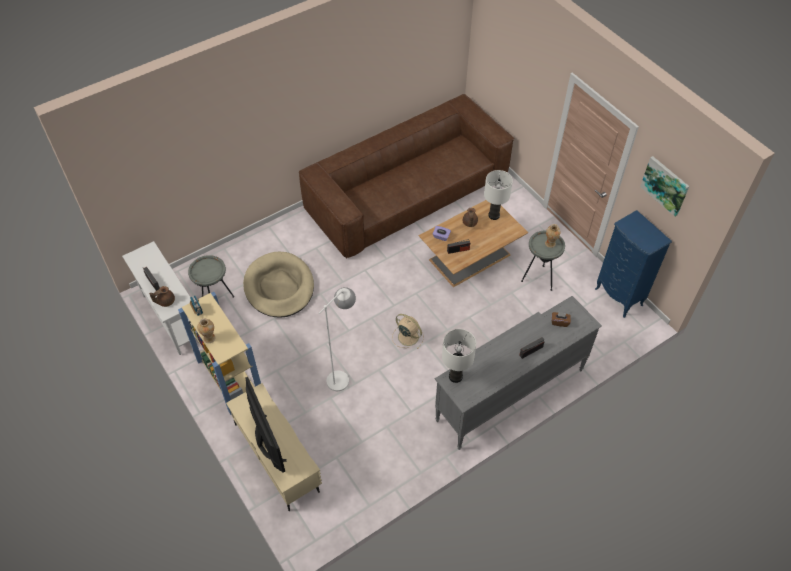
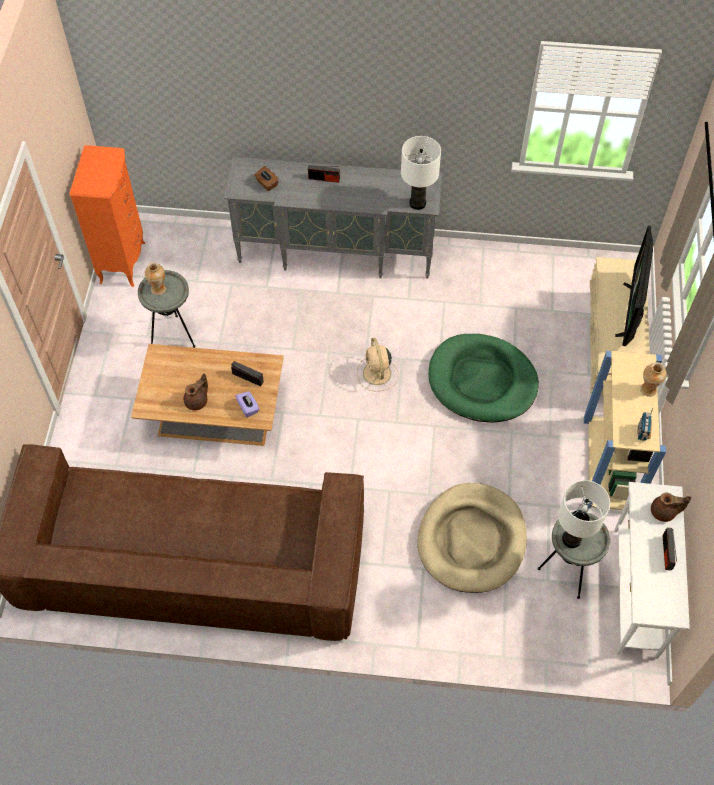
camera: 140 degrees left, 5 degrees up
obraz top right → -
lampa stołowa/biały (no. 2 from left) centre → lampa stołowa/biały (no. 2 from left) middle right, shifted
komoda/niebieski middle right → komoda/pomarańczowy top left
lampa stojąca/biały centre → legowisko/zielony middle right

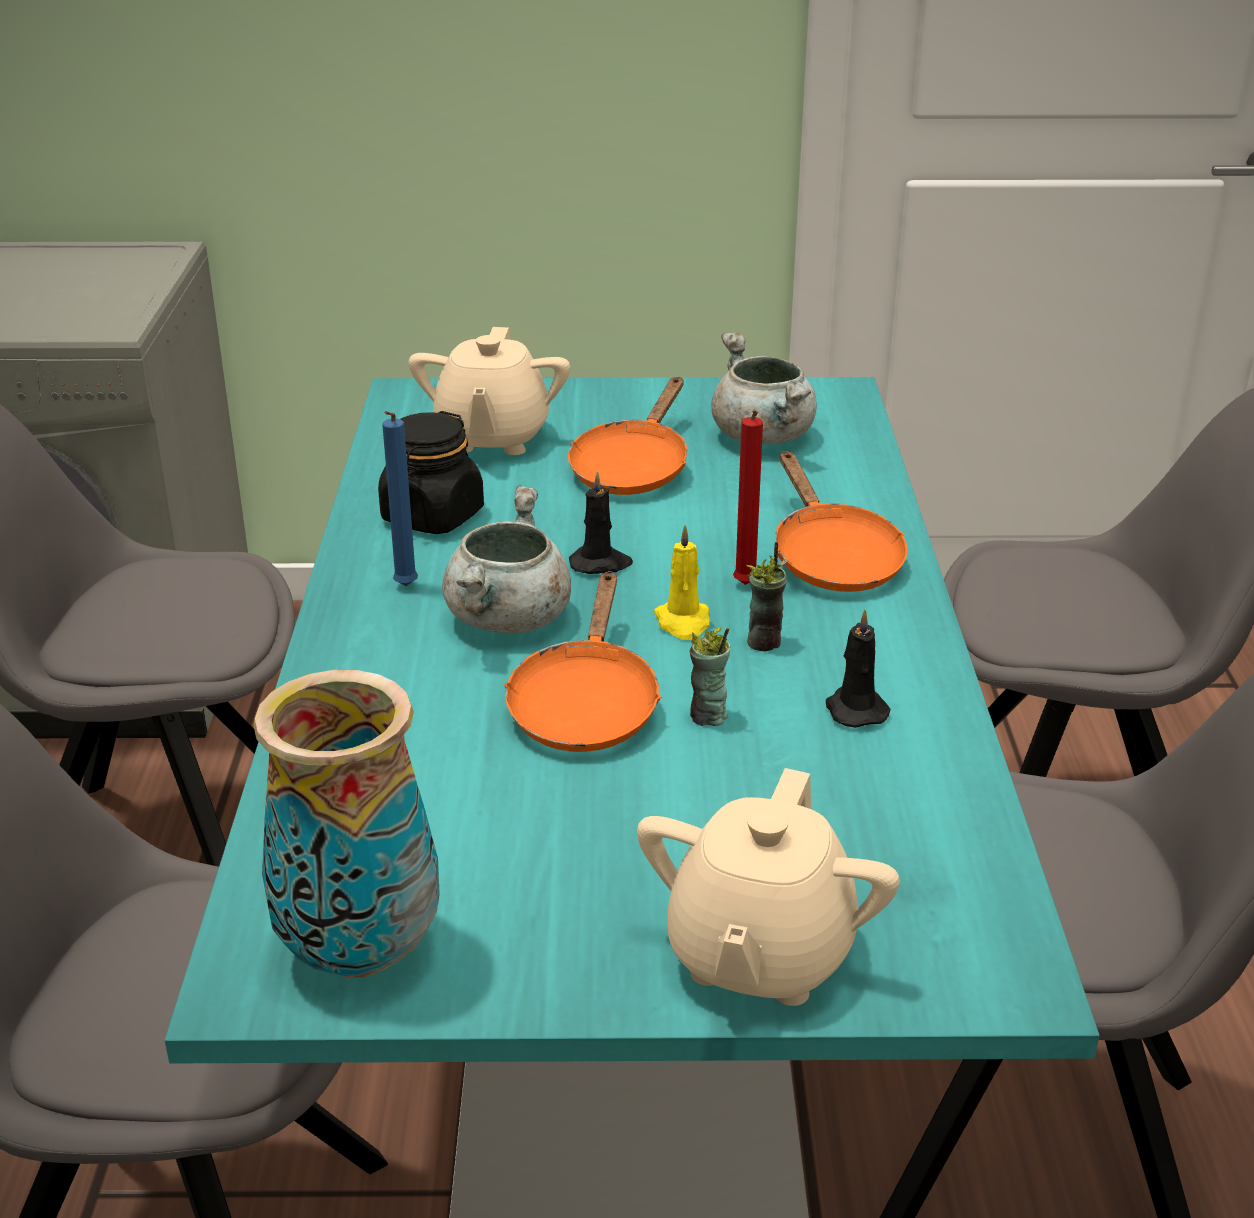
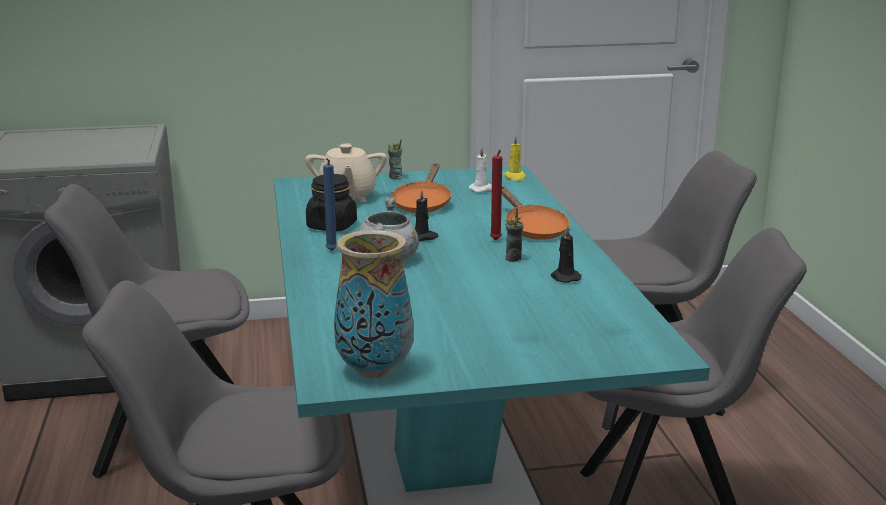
camera: 10 degrees left, 10 degrees down
garnek/szary (no. 2 from left) top centre → świeca/biały centre
świeca/żółty centre → świeca/żółty top centre, shifted
patelnia/pomarańczowy (no. 1 from left) centre → -
filiżanka (no. 1 from left) centre → filiżanka (no. 1 from left) top centre, shifted
imbryk/beżowy (no. 2 from left) bottom centre → -

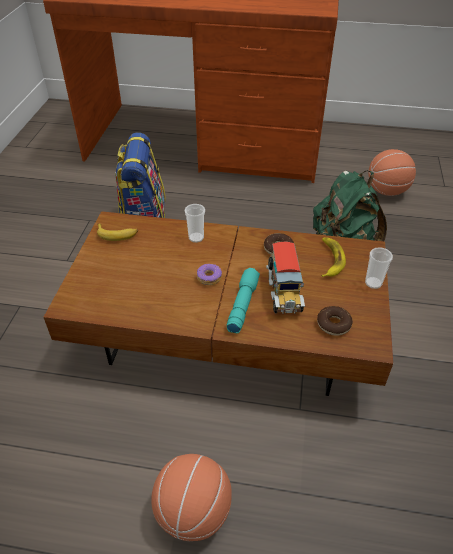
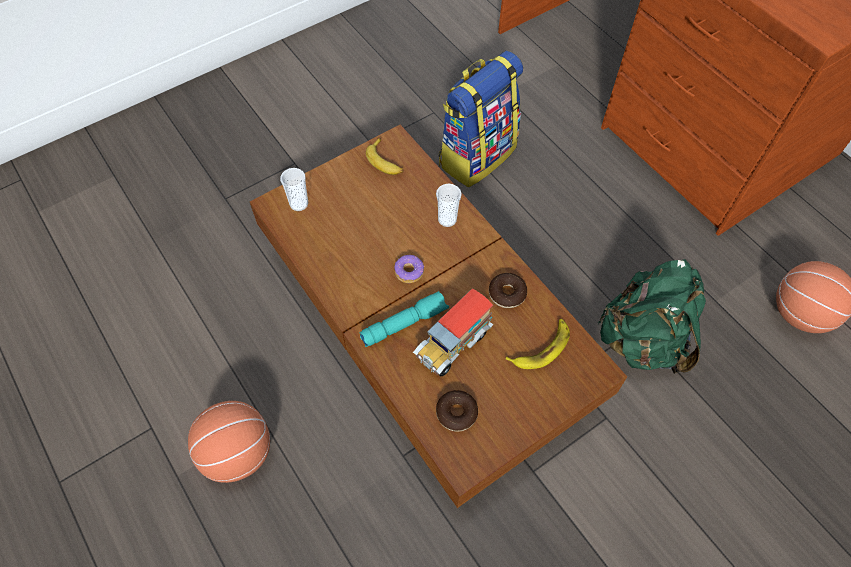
camera: 45 degrees right, 15 degrees up
filiżanka (no. 2 from left in the first image) middle right → filiżanka (no. 1 from left) centre, shifted

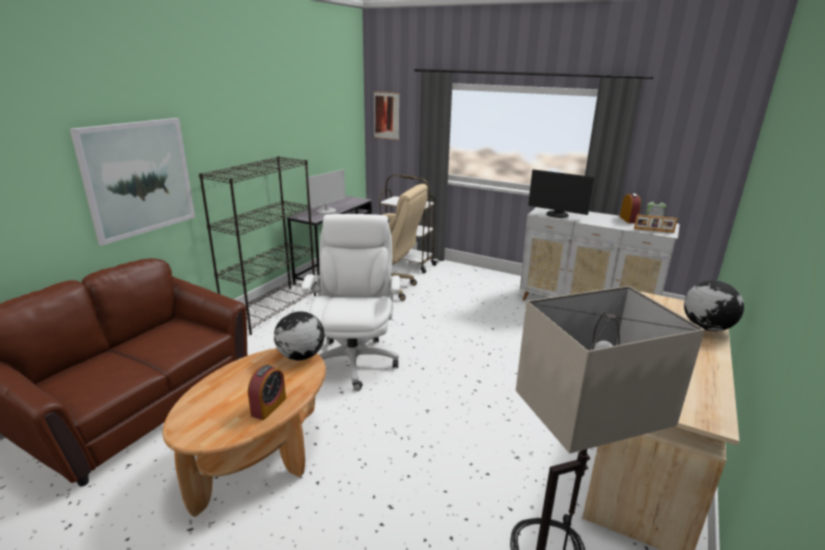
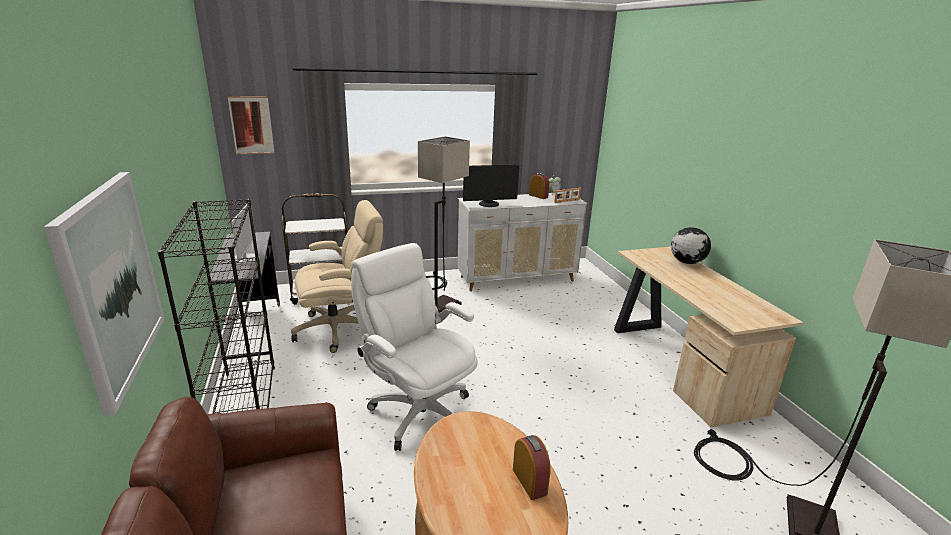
camera: 45 degrees left, 0 degrees up
globus (no. 1 from left) centre → -
- → lampa stojąca (no. 1 from left) centre

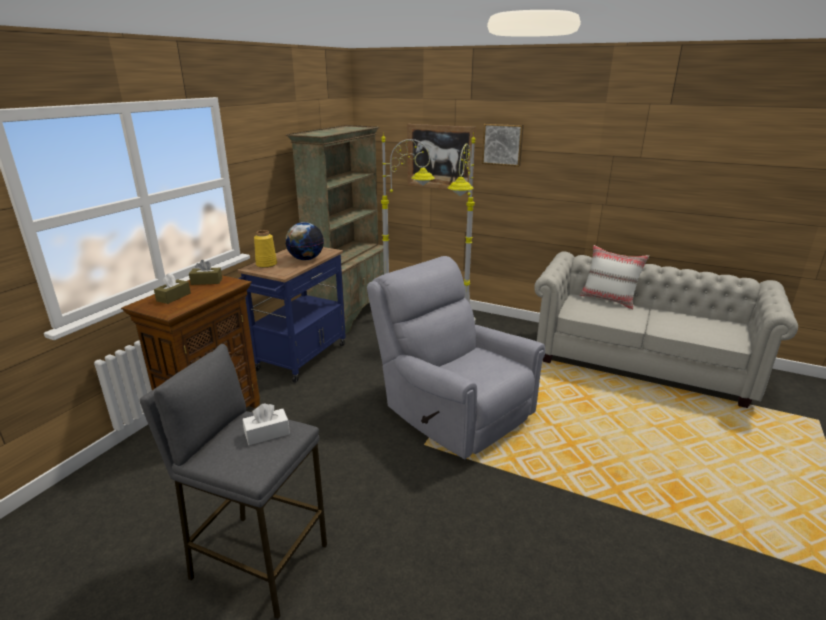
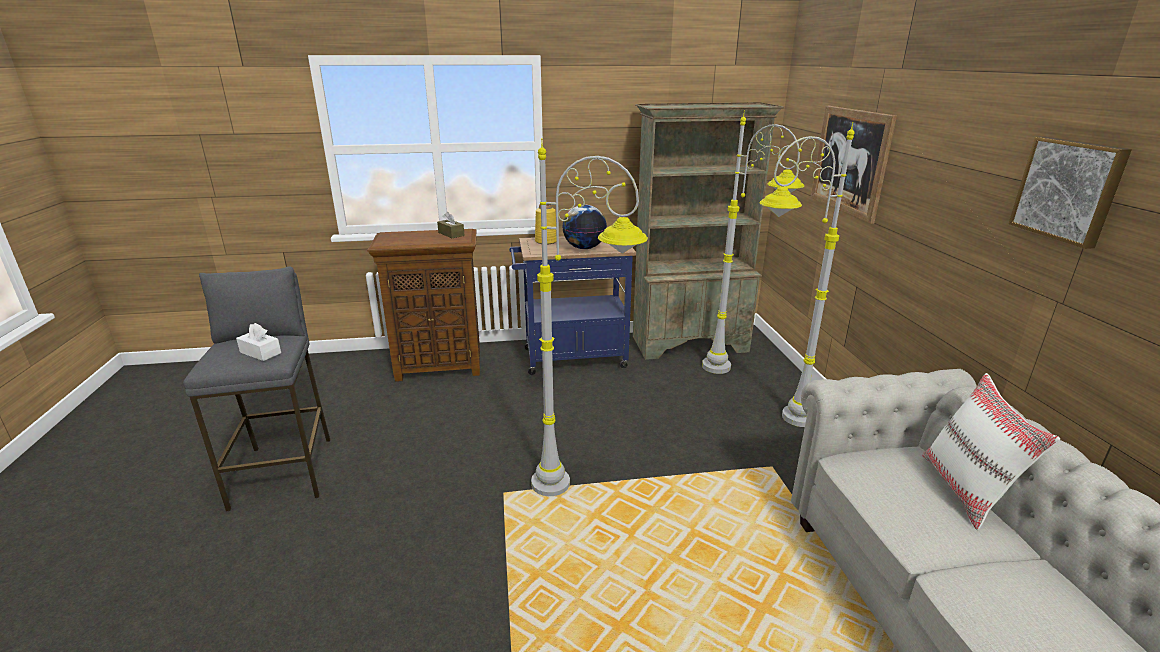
camera: 55 degrees right, 0 degrees up
obraz (no. 2 from left) top centre → obraz (no. 2 from left) top right, shifted
fotel/szary centre → lampa stojąca/szary (no. 1 from left) centre
pudełko chusteczek/brązowy (no. 1 from left) middle left → -

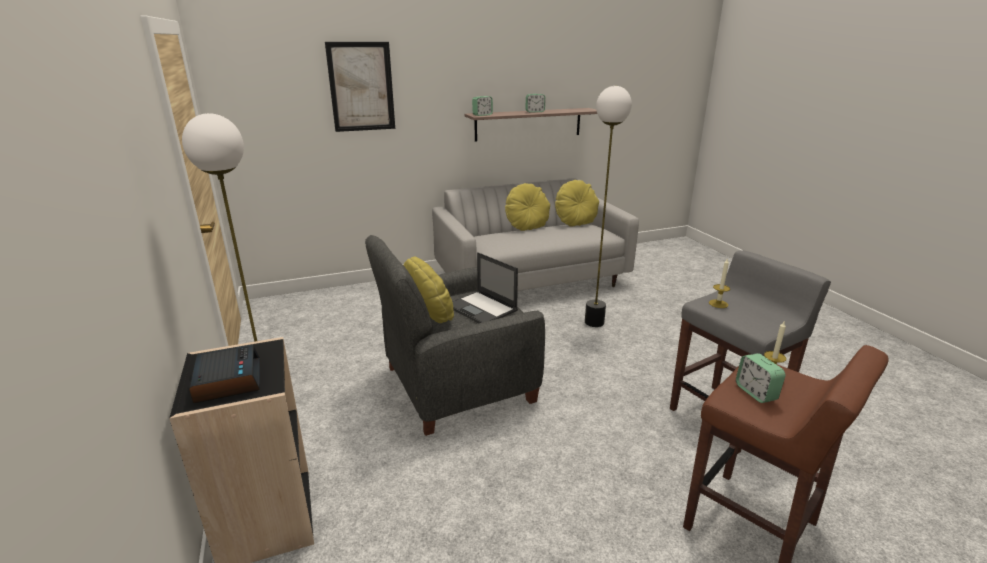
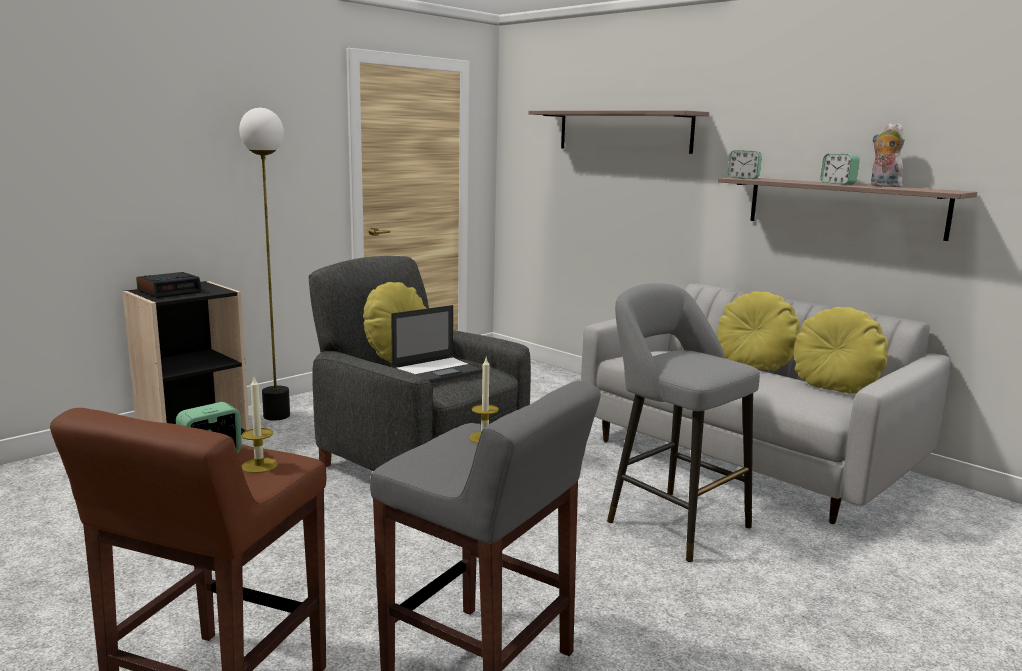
camera: 65 degrees right, 10 degrees down
obraz top centre → półka (no. 1 from left) top centre
lampa stojąca (no. 2 from left) centre → stołek/szary (no. 2 from left) middle right
laptop centre, 150 degrees counterclockwise
- → pluszak top right

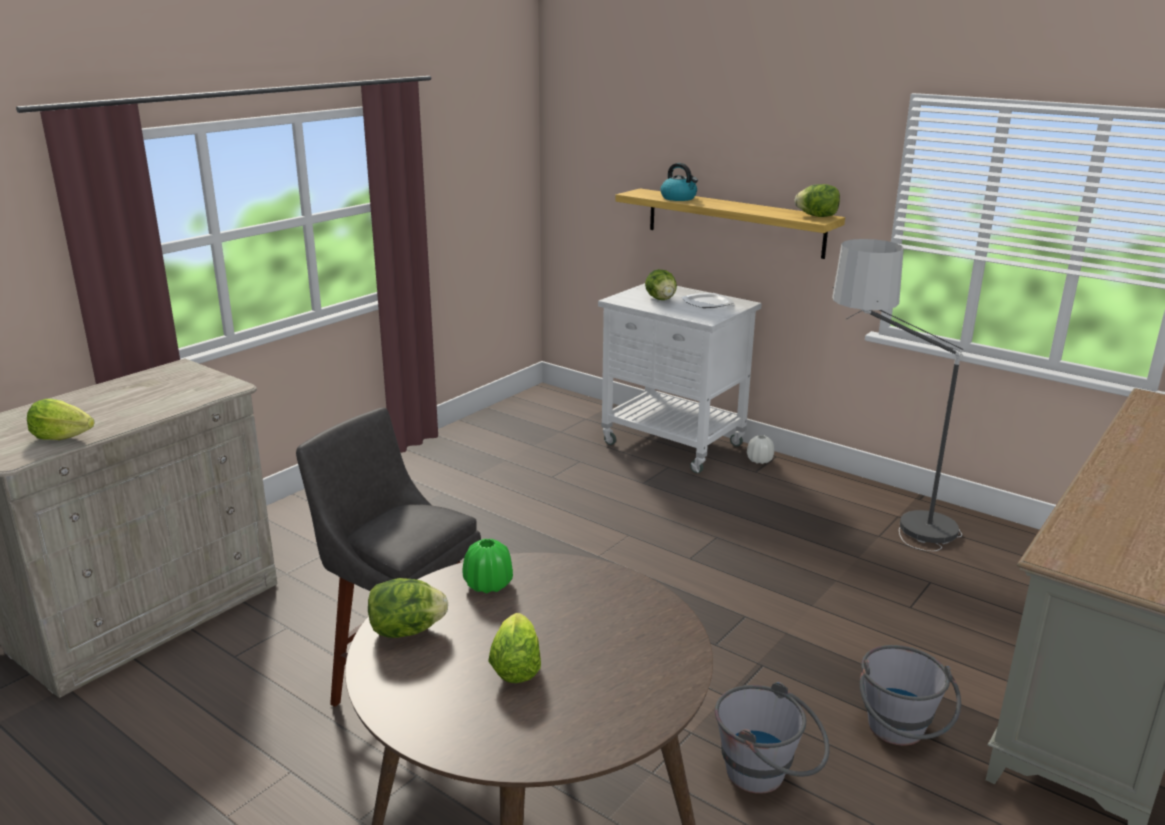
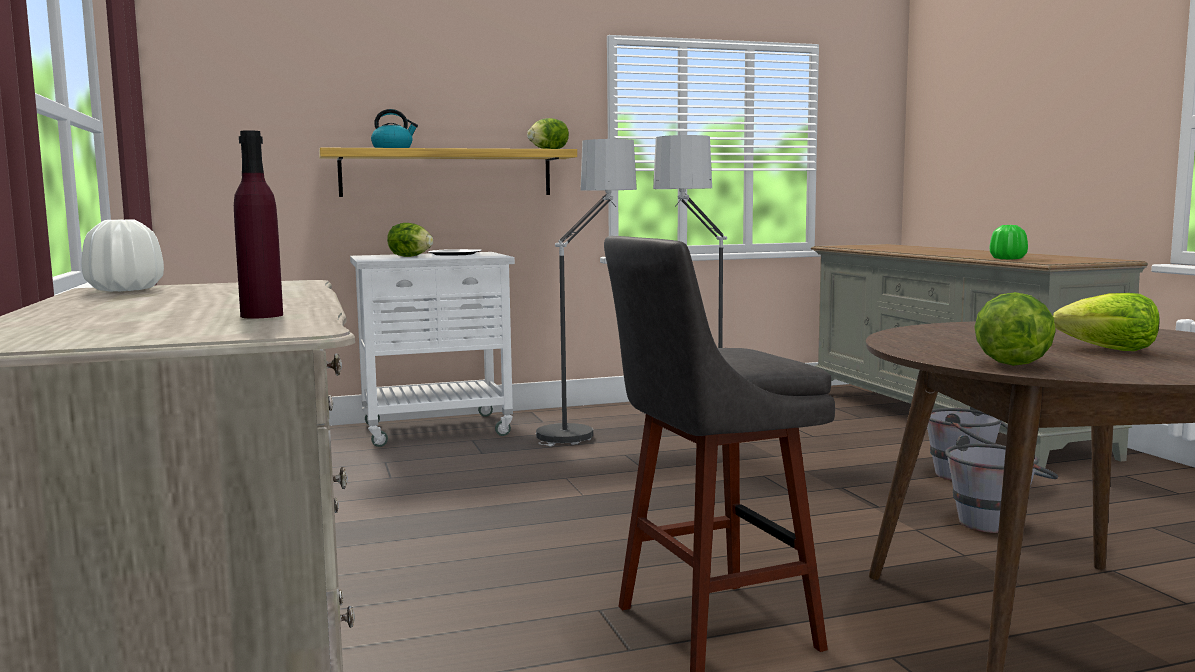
camera: 55 degrees left, 15 degrees down
sałata (no. 1 from left) middle left → butelka/fioletowy middle left
wazon/biały centre → wazon/biały middle left, shifted
wazon/zielony bottom centre → wazon/zielony middle right, shifted
- → lampa stojąca (no. 1 from left) centre

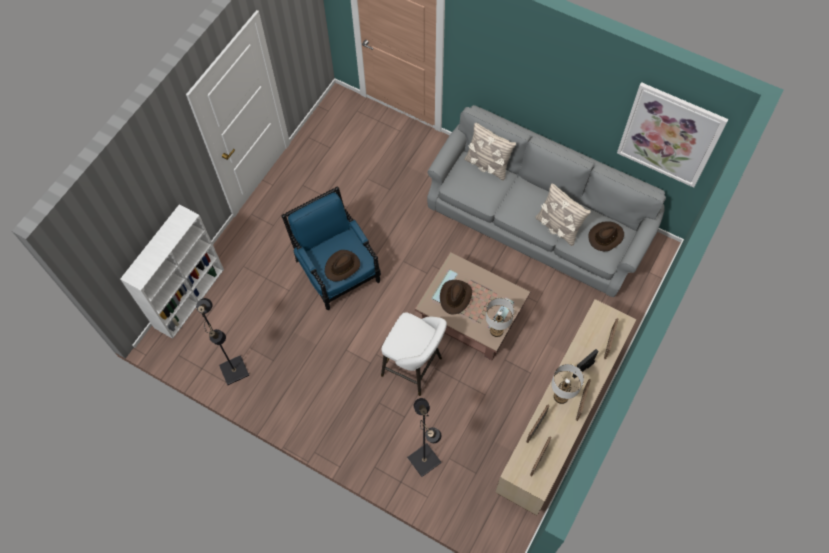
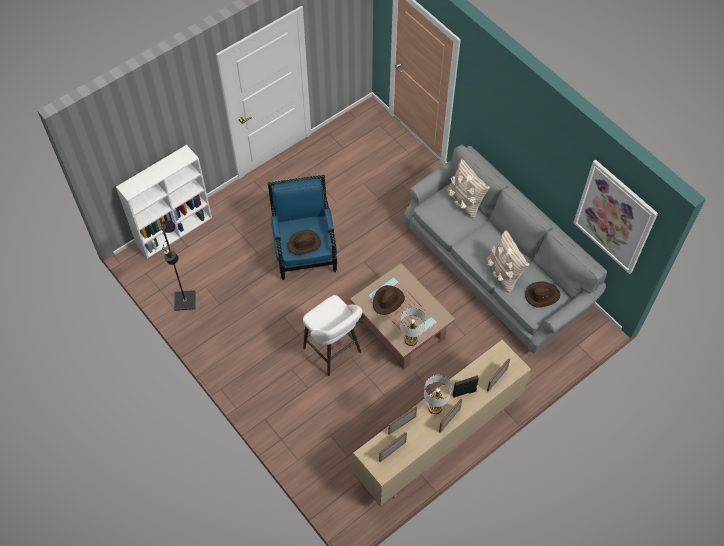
camera: 20 degrees right, 5 degrees down
lampa stojąca/czarny (no. 2 from left) bottom centre → -

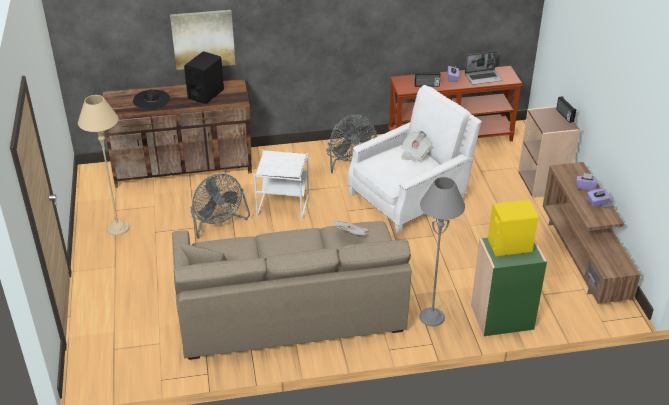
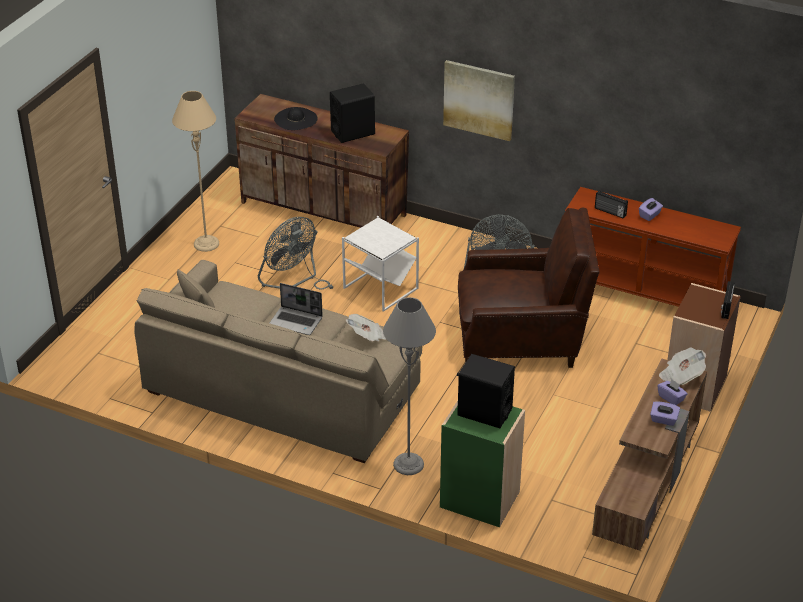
camera: 35 degrees right, 0 degrees up
obraz top left → obraz top centre, shifted
laptop top right → laptop centre, shifted
fotel/biały centre → fotel/brązowy centre
gazeta (no. 2 from left) centre → gazeta (no. 2 from left) middle right, shifted
wentylator/szary (no. 1 from left) middle left → wentylator/szary (no. 1 from left) centre, 135 degrees clockwise
głośnik/żółty middle right → głośnik/czarny (no. 2 from left) centre

